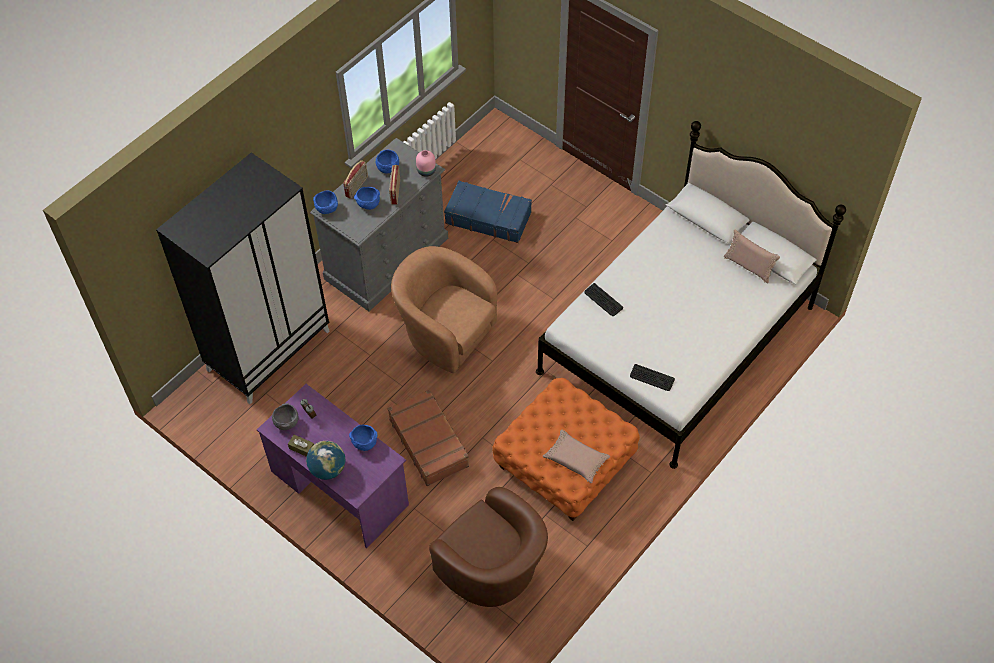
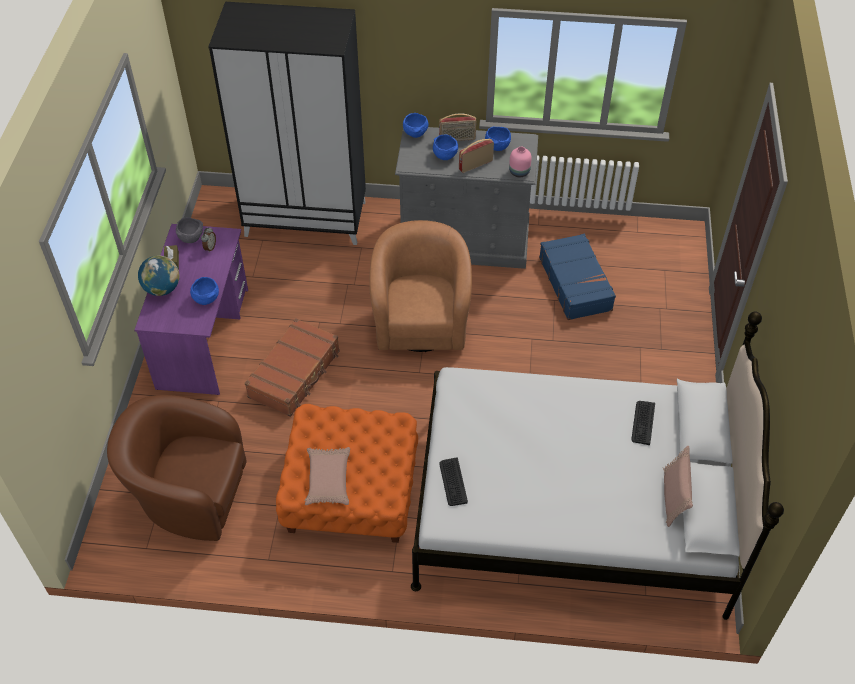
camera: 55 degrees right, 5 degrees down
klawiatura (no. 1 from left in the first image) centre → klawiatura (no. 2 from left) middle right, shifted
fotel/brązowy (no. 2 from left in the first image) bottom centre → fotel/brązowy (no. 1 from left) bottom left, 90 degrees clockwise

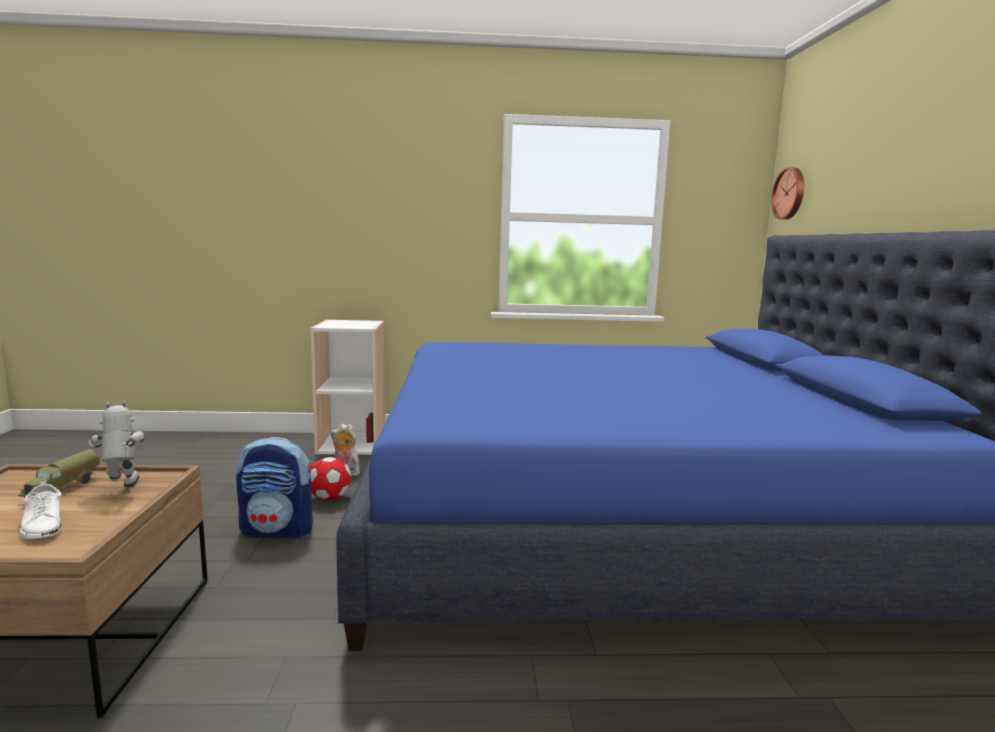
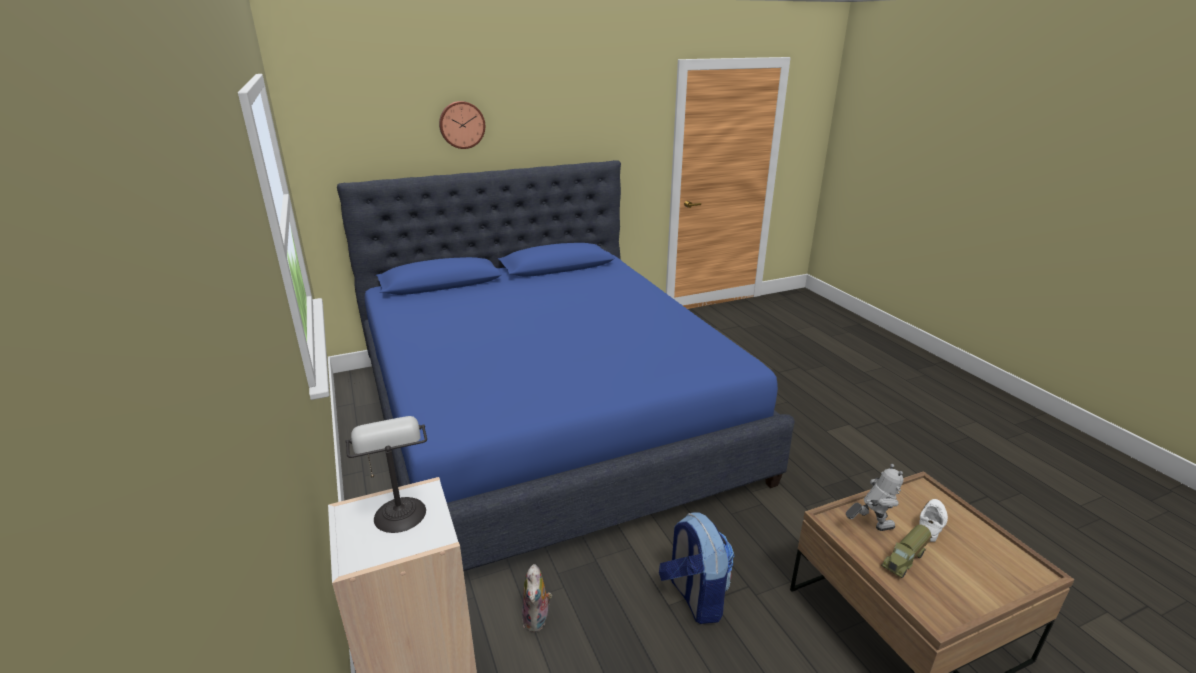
camera: 110 degrees left, 15 degrees up
zegar ścienny top right → zegar ścienny top centre, shifted
robot zabawkowy middle left → robot zabawkowy bottom right, 150 degrees counterclockwise
ciężarówka zabawkowa middle left → ciężarówka zabawkowa bottom right, 150 degrees clockwise
piłka futbolowa middle left → -
- → lampa stołowa bottom left

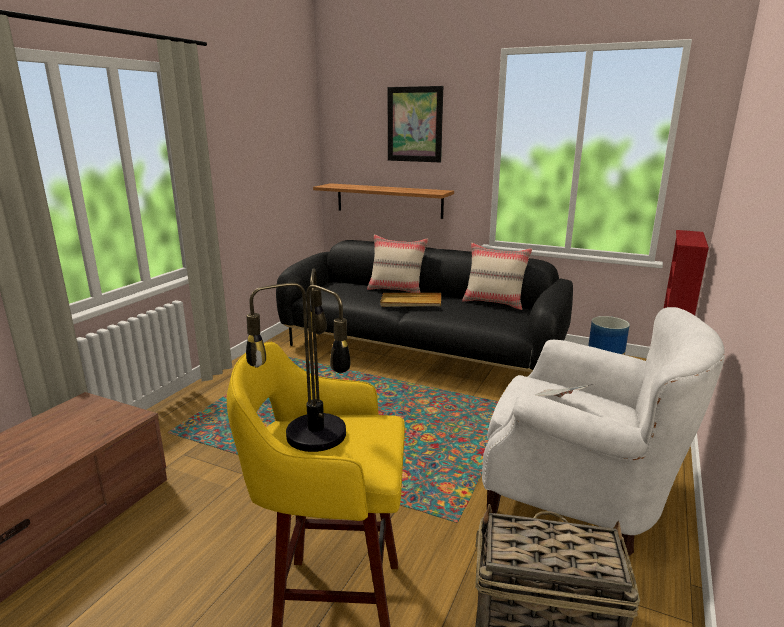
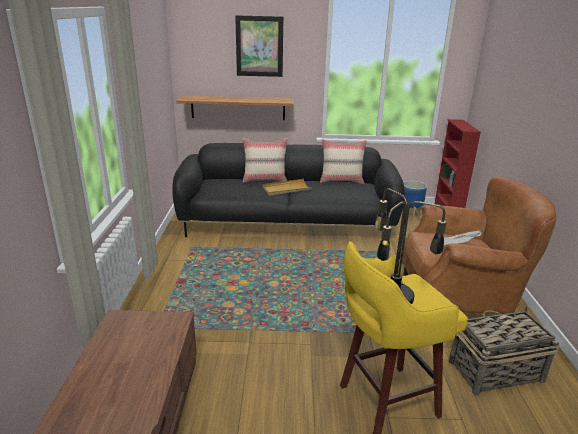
camera: 25 degrees left, 5 degrees up
fotel/biały bottom right → fotel/brązowy middle right

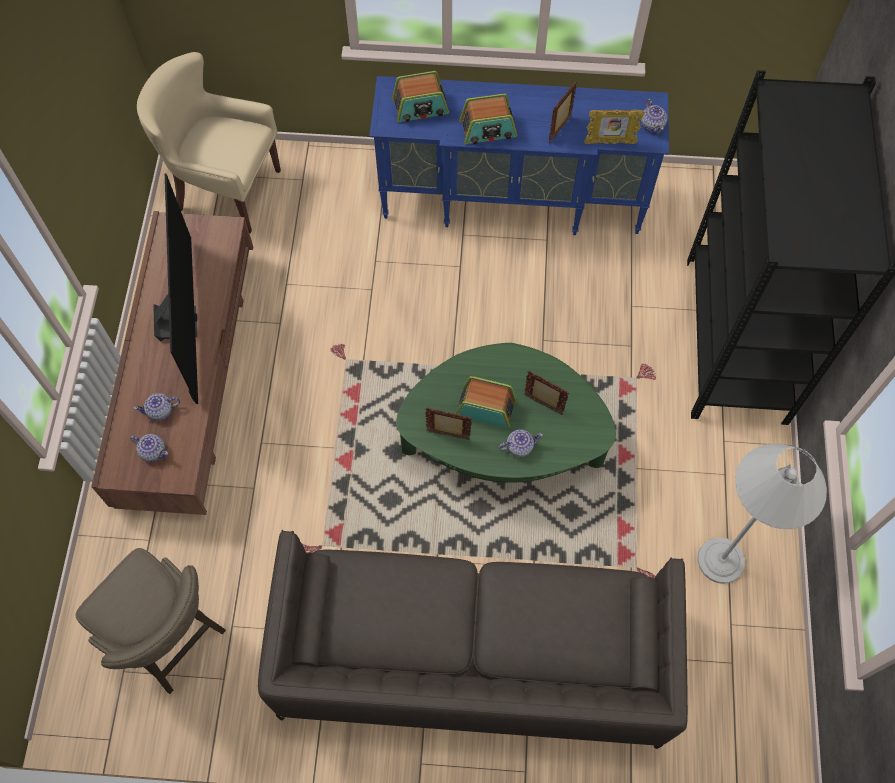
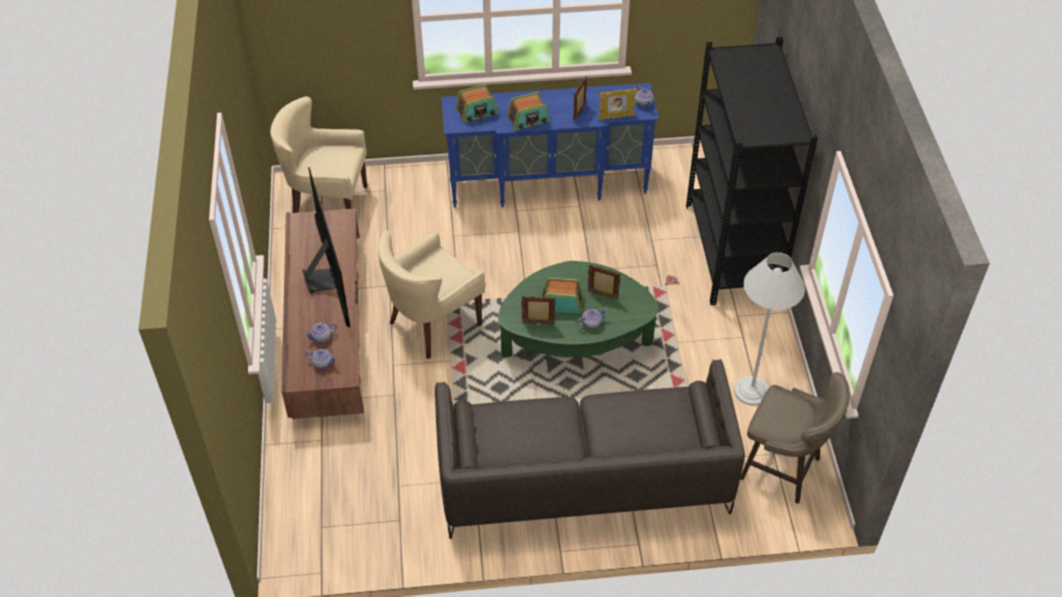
camera: 10 degrees left, 15 degrees down
stołek/beżowy bottom left → stołek/beżowy bottom right, shifted
- → fotel/beżowy (no. 2 from left) centre

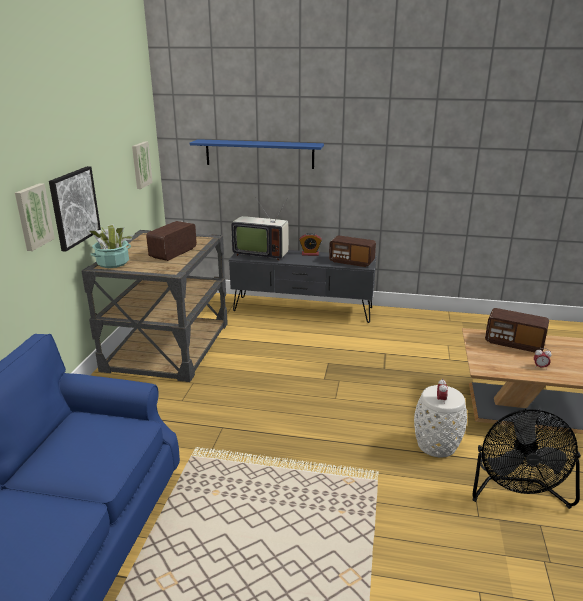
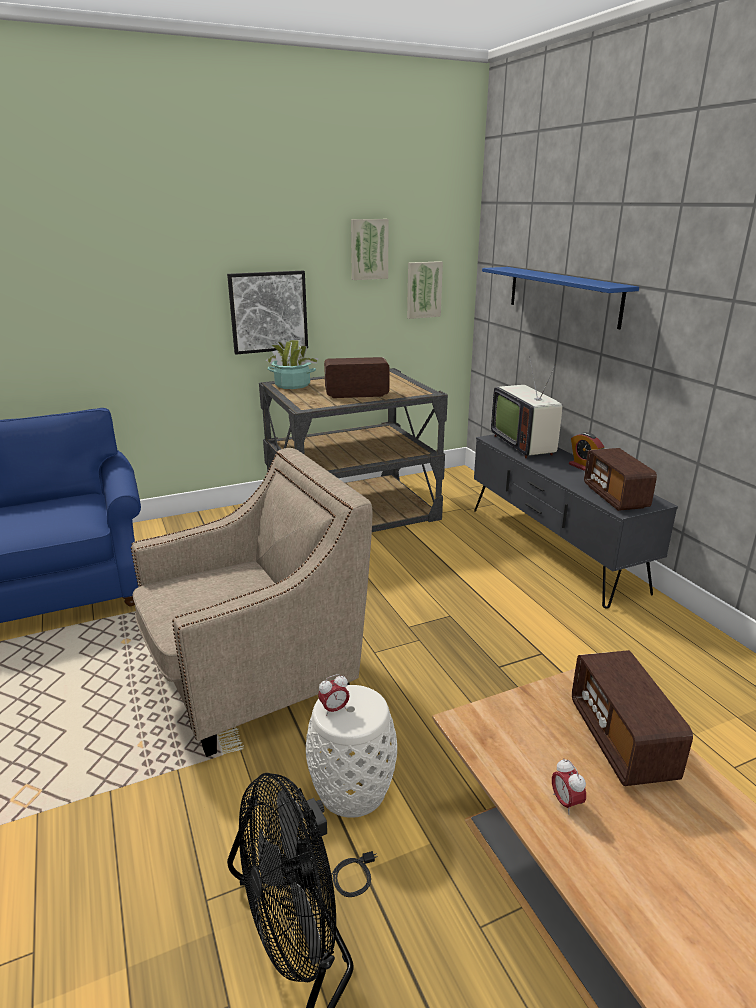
camera: 55 degrees right, 0 degrees up
obraz (no. 1 from left in the first image) middle left → obraz (no. 2 from left) top centre, shifted
- → fotel/beżowy middle left

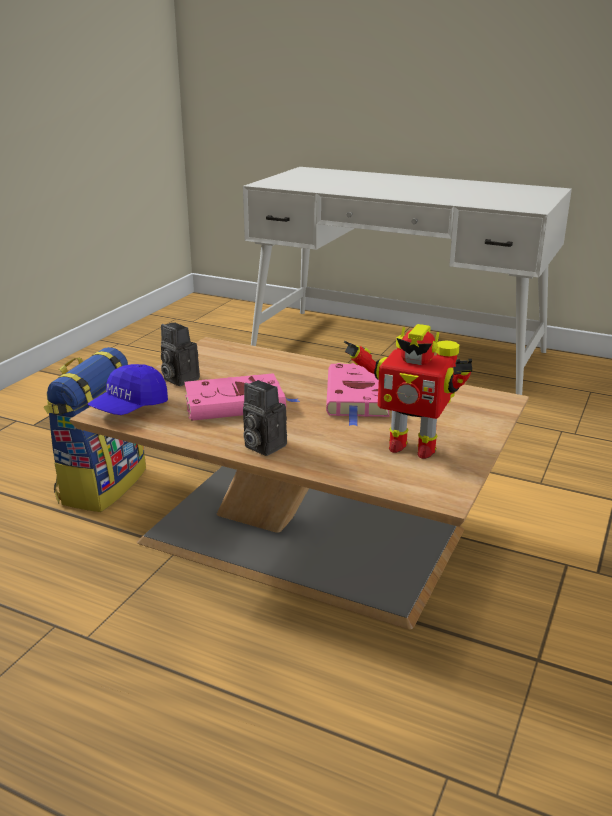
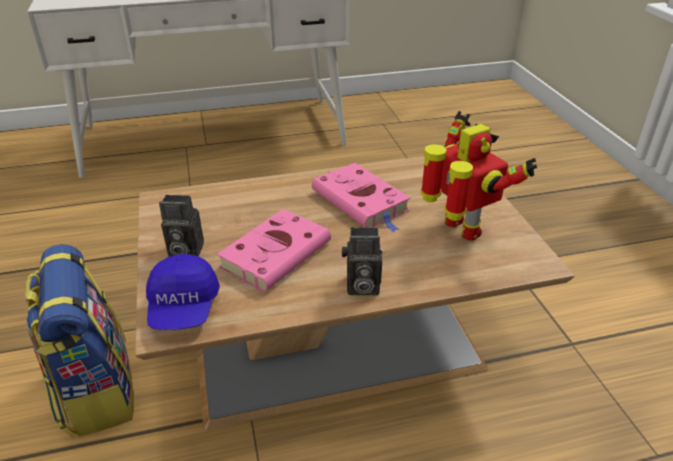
camera: 40 degrees left, 10 degrees up
robot zabawkowy middle right, 105 degrees counterclockwise

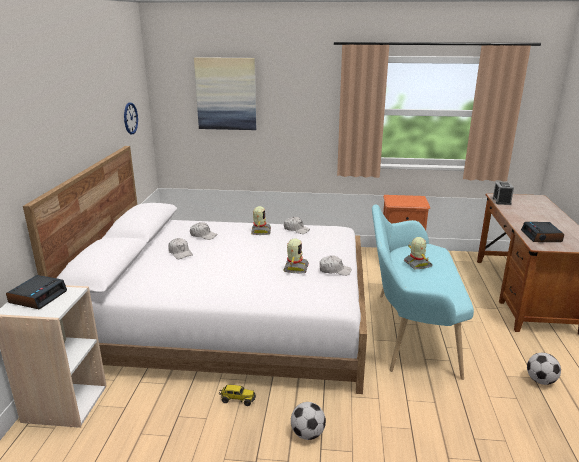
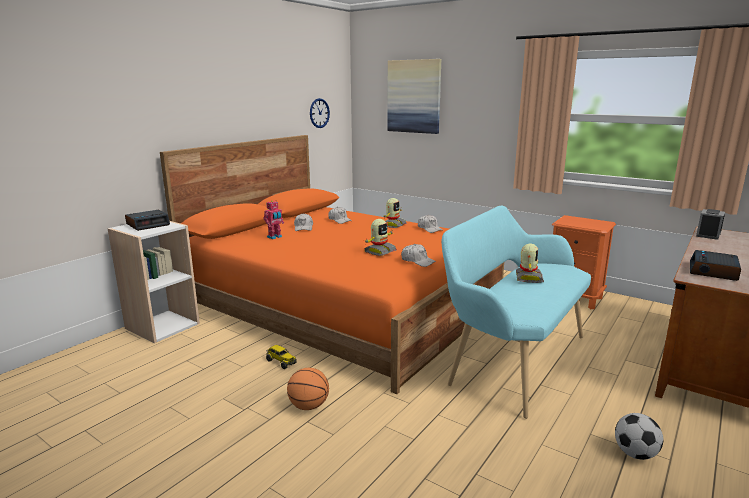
camera: 30 degrees right, 5 degrees down
łóżko/biały centre → łóżko/pomarańczowy centre
piłka futbolowa (no. 1 from left) bottom centre → piłka do koszykówki bottom centre
- → robot zabawkowy (no. 1 from left) centre

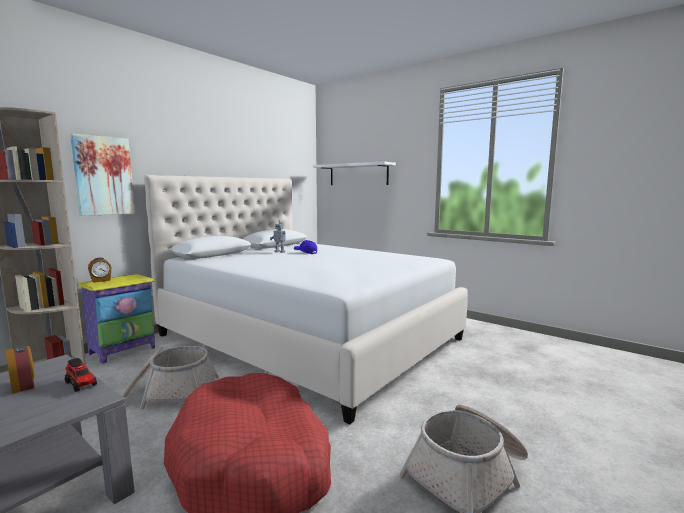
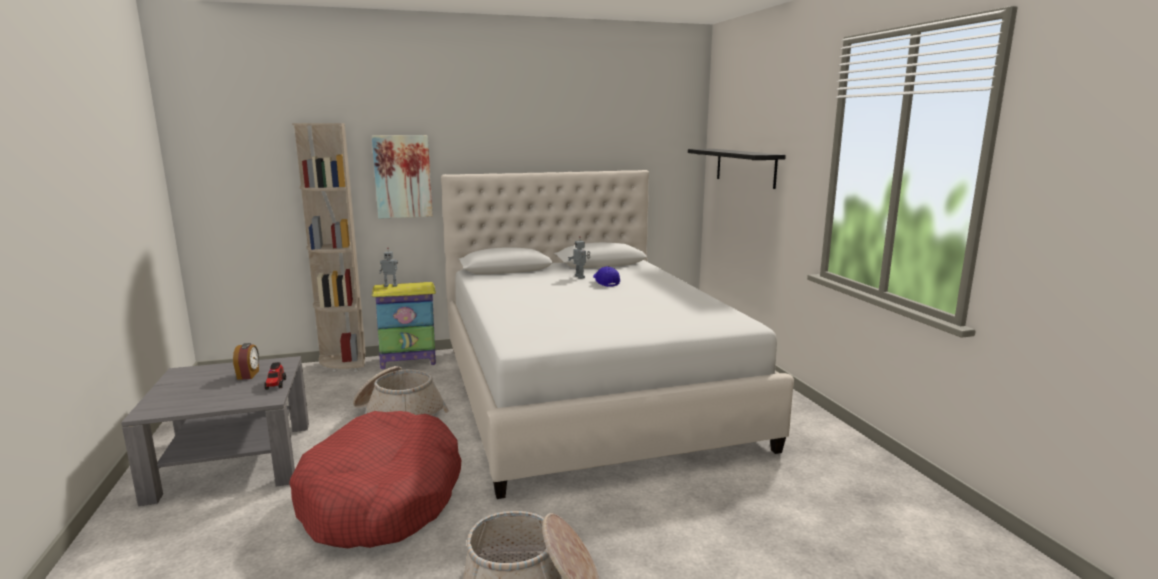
camera: 35 degrees right, 5 degrees up
półka/biały centre → półka/czarny top centre
budzik (no. 2 from left) middle left → robot zabawkowy (no. 1 from left) centre

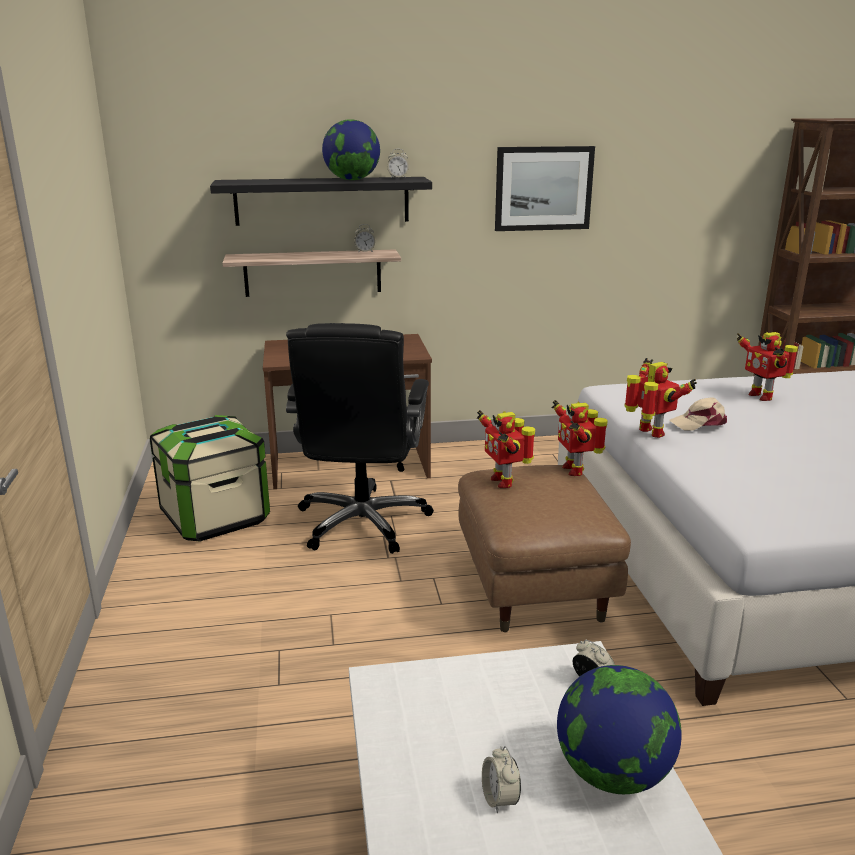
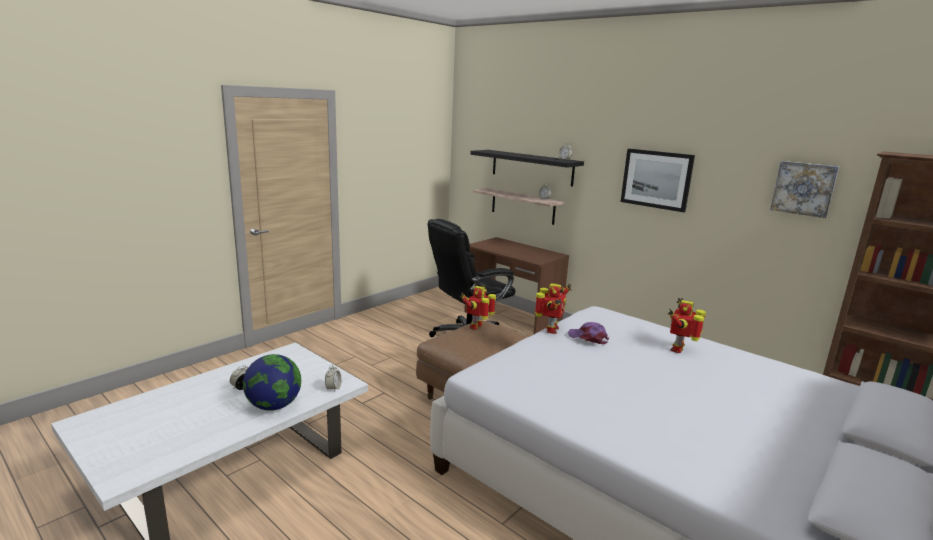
camera: 50 degrees right, 5 degrees down
globus (no. 1 from left) top centre → -
czapka z daszkiem/beżowy middle right → czapka z daszkiem/fioletowy centre
robot zabawkowy (no. 2 from left) middle right → -
pojemnik do przechowywania middle left → -
- → obraz (no. 2 from left) middle right

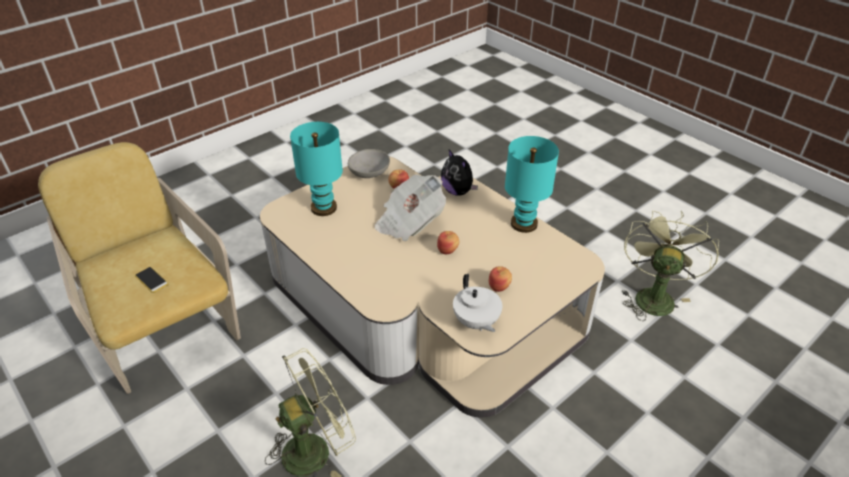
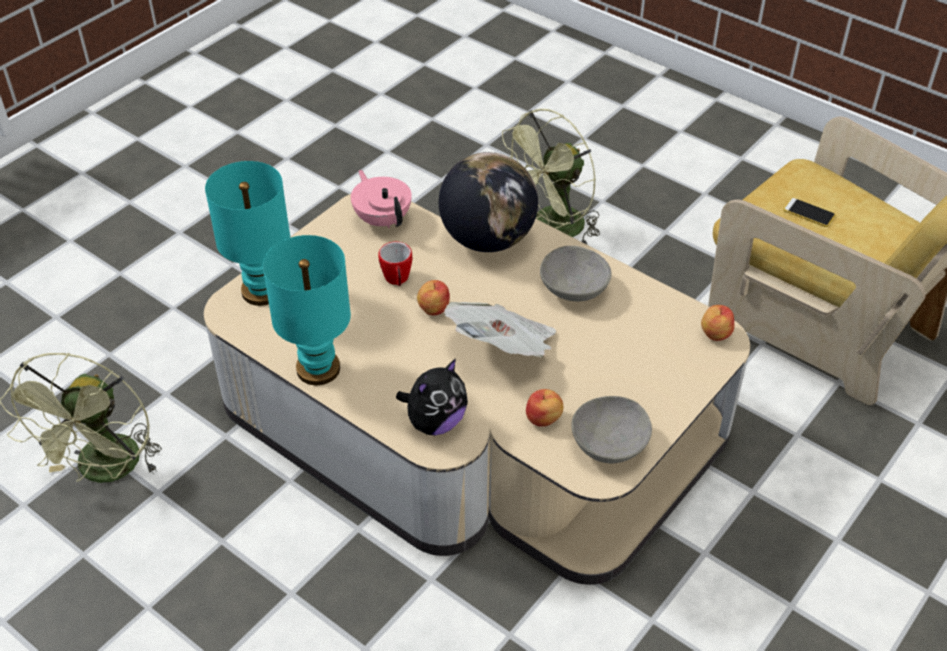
camera: 170 degrees right, 5 degrees up
lampa stołowa/turkusowy (no. 1 from left) centre → lampa stołowa/turkusowy (no. 1 from left) middle left, shifted
pluszak centre, 90 degrees clockwise
jabłko (no. 3 from left) centre → jabłko (no. 3 from left) middle right, shifted
imbryk/biały centre → imbryk/różowy top centre
- → globus top centre
- → kubek centre
- → miska/szary (no. 1 from left) centre

